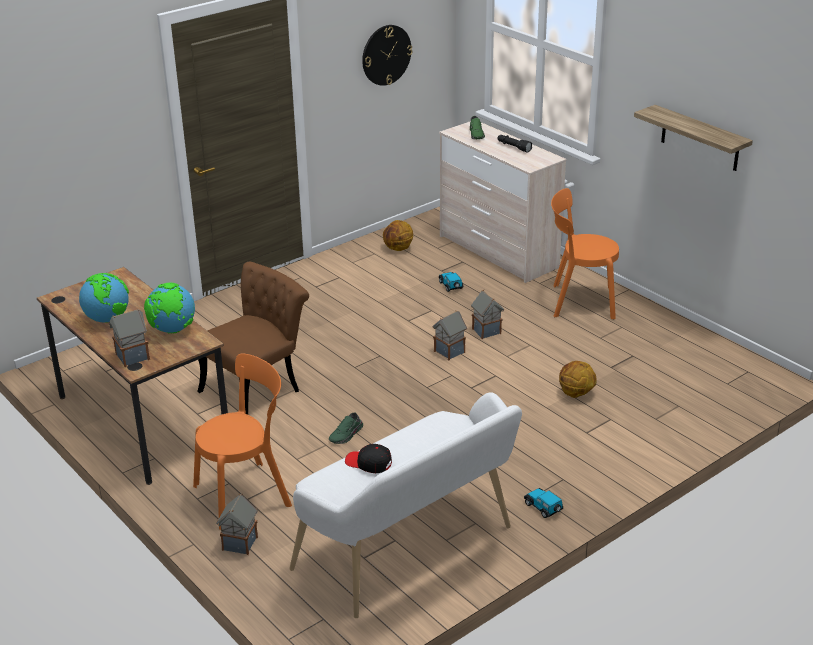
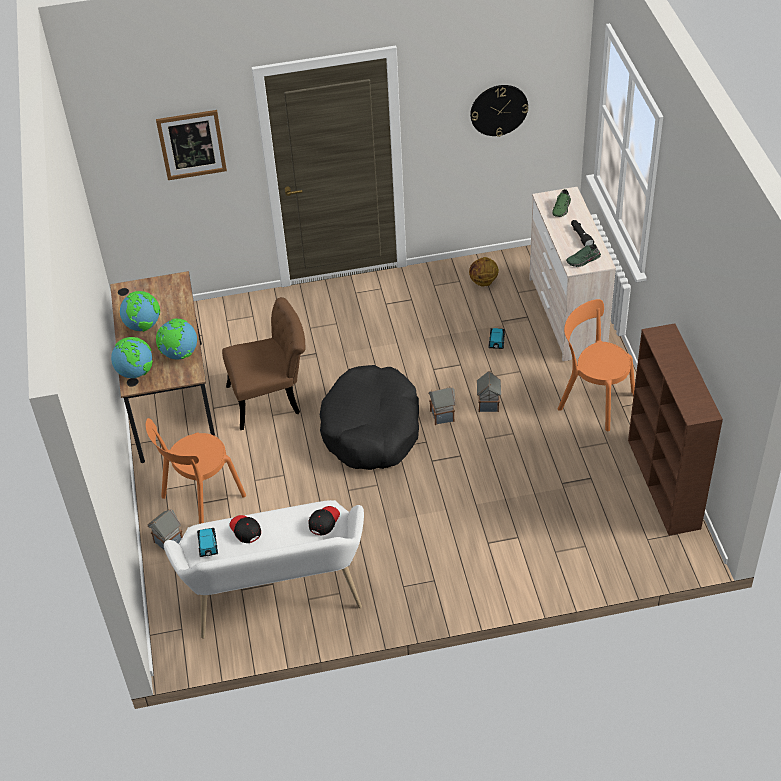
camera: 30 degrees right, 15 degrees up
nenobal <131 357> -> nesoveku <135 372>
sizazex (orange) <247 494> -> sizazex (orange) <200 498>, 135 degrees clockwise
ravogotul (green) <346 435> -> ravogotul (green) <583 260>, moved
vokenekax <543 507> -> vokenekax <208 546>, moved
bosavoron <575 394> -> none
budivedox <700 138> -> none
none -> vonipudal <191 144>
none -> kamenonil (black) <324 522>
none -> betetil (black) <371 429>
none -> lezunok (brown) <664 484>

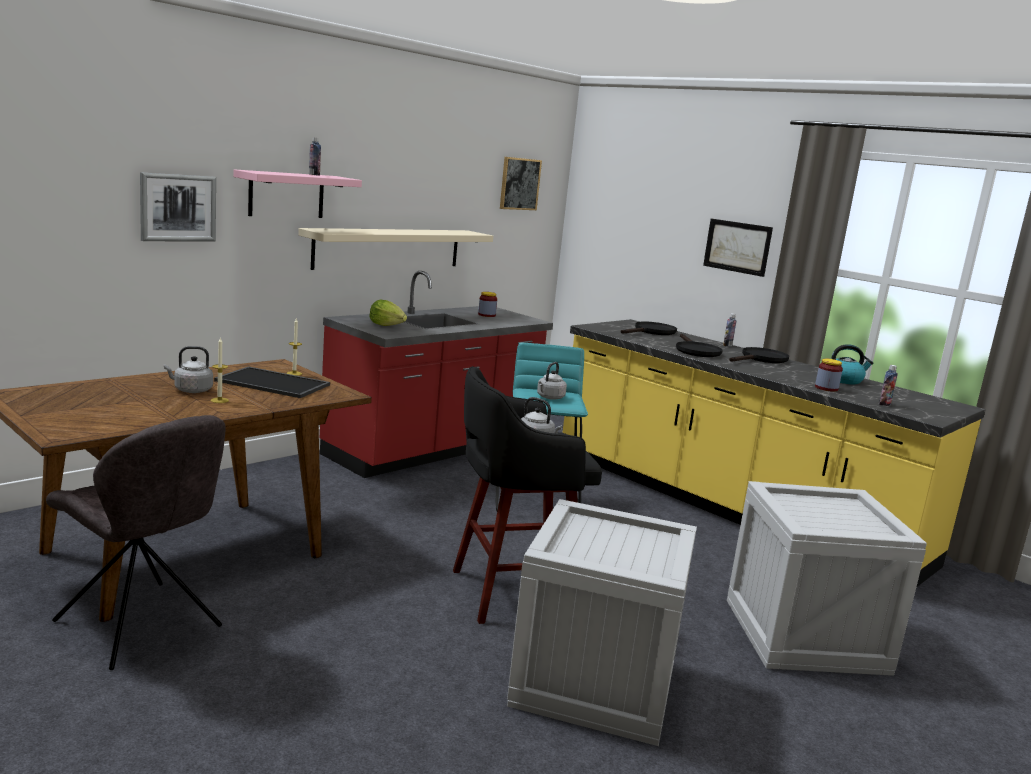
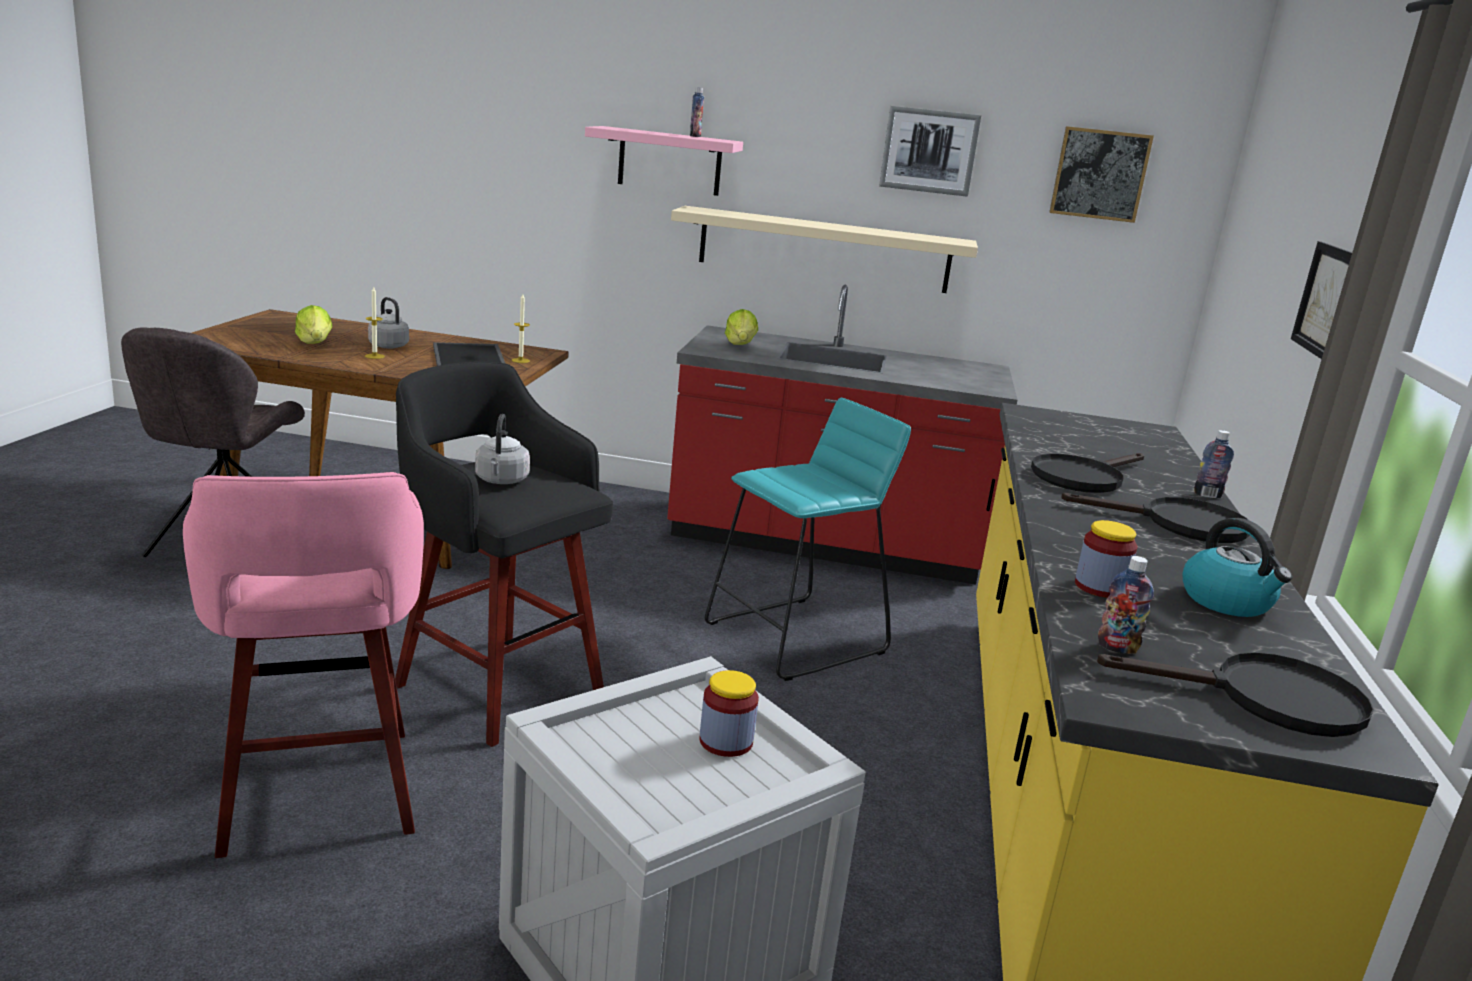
camera: 55 degrees right, 5 degrees up
vonipudal <178 207> -> vonipudal <929 151>, moved
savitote <486 315> -> savitote <726 741>, moved
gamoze <595 685> -> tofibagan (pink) <317 795>
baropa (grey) <549 397> -> none
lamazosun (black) <651 332> -> lamazosun (black) <1266 700>, moved
none -> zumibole <315 344>

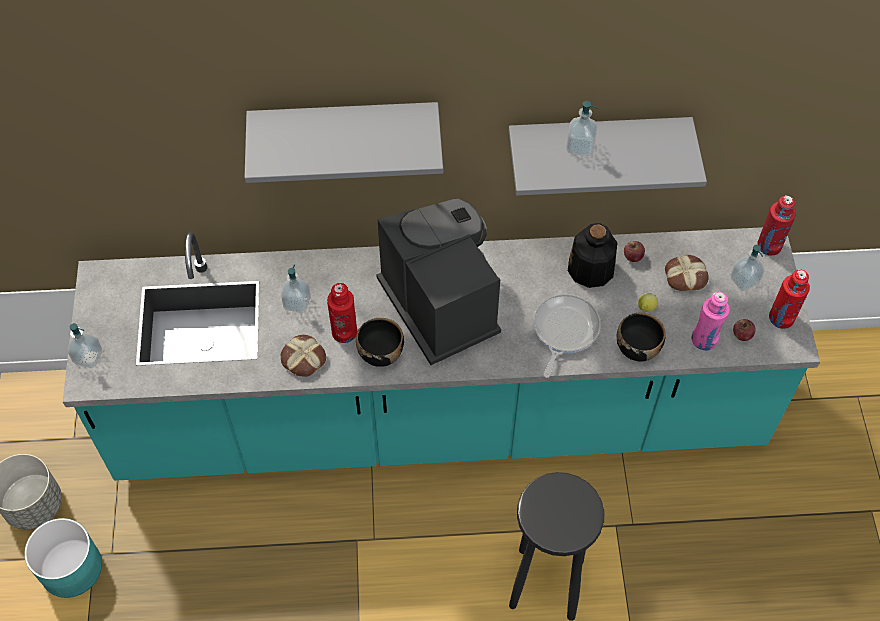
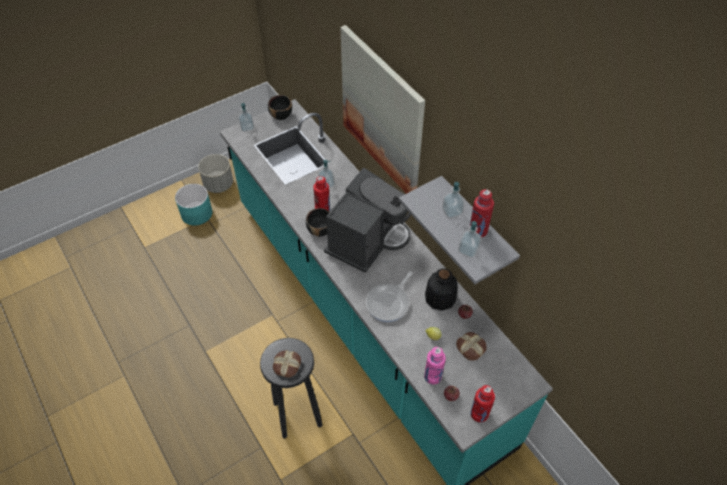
camera: 60 degrees right, 5 degrees down
budivedox (grey) <344 129> -> vonipudal <382 113>
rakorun <303 359> -> rakorun <286 365>, moved
lamazosun <563 330> -> lamazosun <389 303>, 135 degrees clockwise
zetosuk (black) <637 347> -> zetosuk (black) <281 115>, moved
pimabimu <744 280> -> pimabimu <468 250>, moved
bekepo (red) <769 246> -> bekepo (red) <478 230>, moved

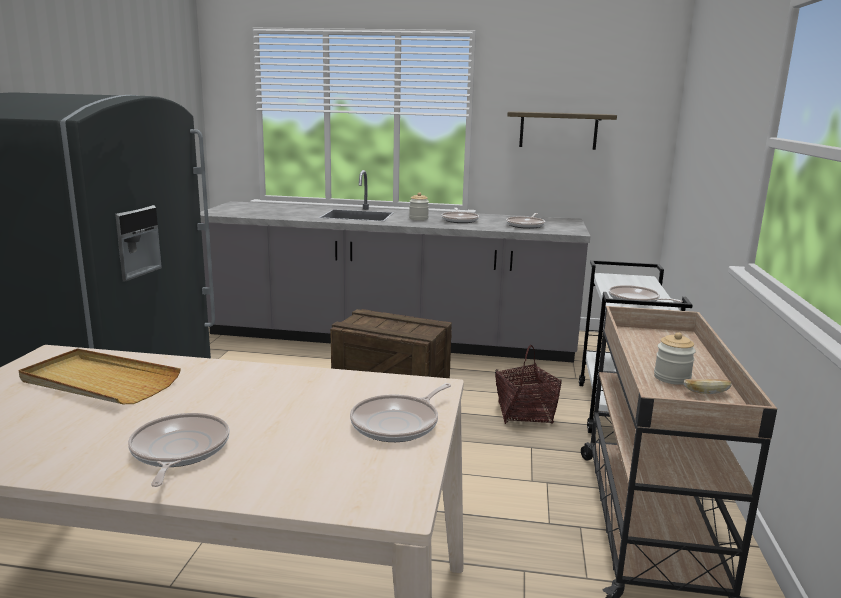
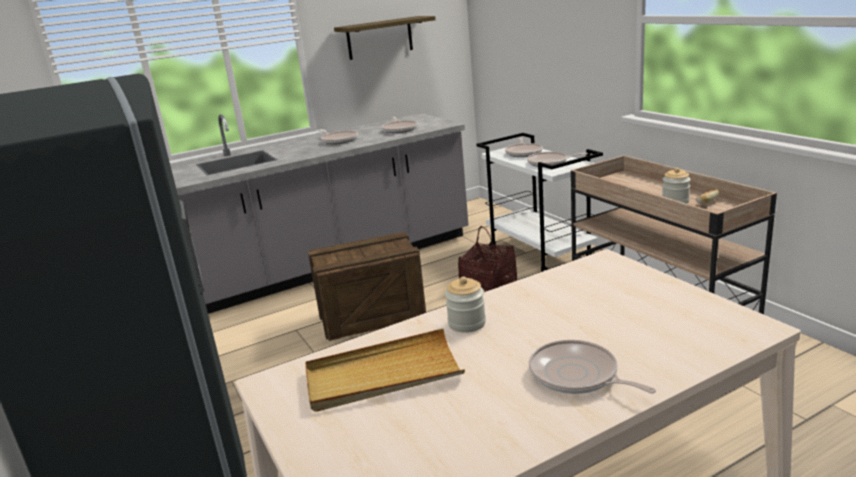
camera: 35 degrees left, 5 degrees up
lamazosun <398 423> -> lamazosun <524 152>, moved
savitote <418 218> -> savitote <467 323>, moved

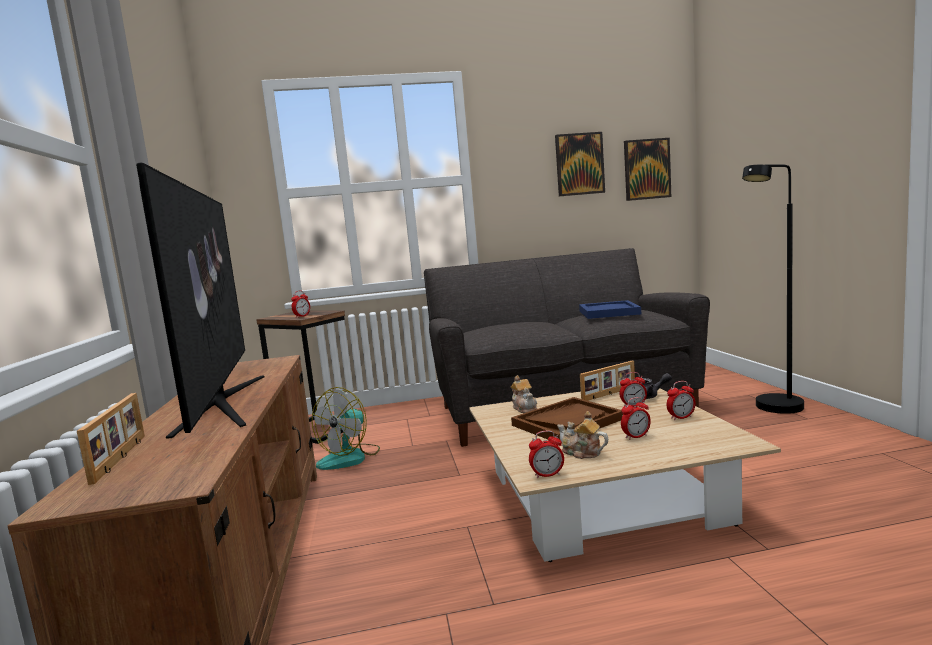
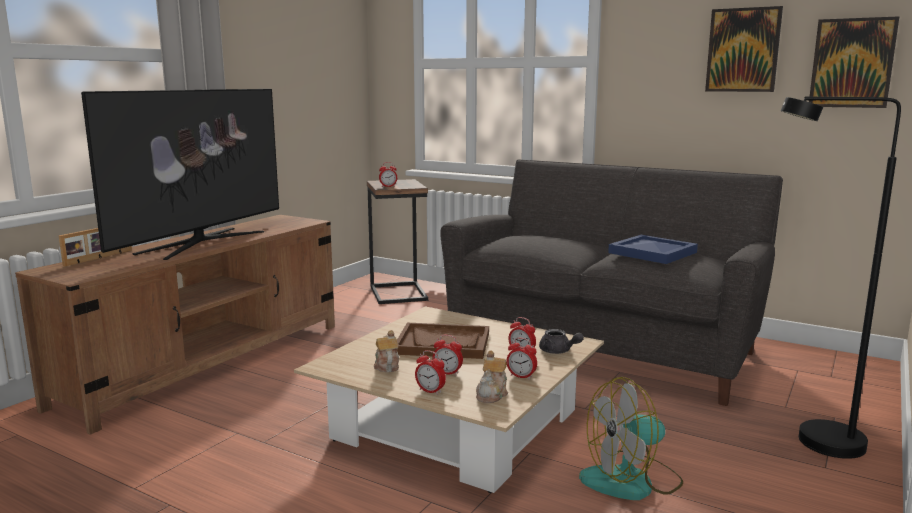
camera: 40 degrees right, 5 degrees up
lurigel <350 457> -> lurigel <631 481>, moved
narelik <525 408> -> narelik <492 394>, moved
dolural <547 475> -> dolural <430 391>, moved
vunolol <609 394> -> none

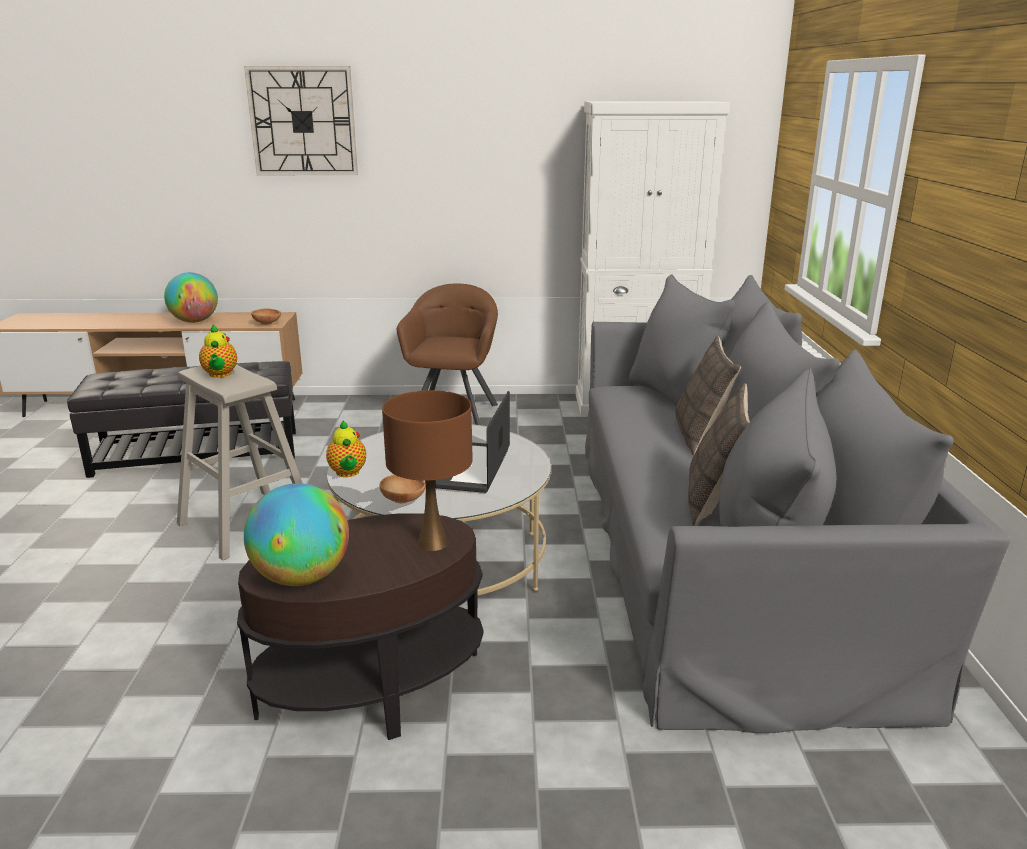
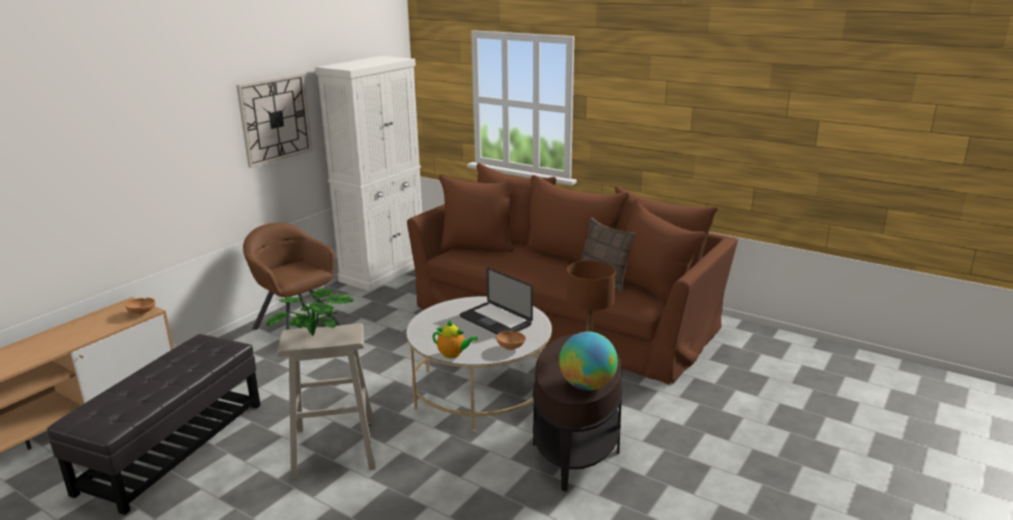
camera: 55 degrees left, 0 degrees up
nesoveku <194 321> -> none
narelik <220 375> -> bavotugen <314 337>
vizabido <303 121> -> vizabido <275 119>, moved
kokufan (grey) <718 551> -> kokufan (brown) <564 316>
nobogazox <700 436> -> none

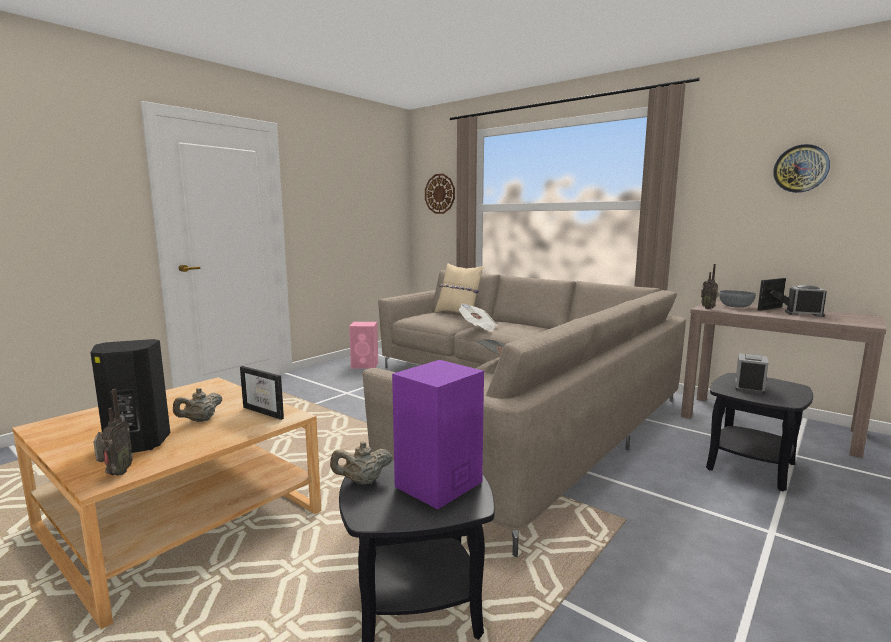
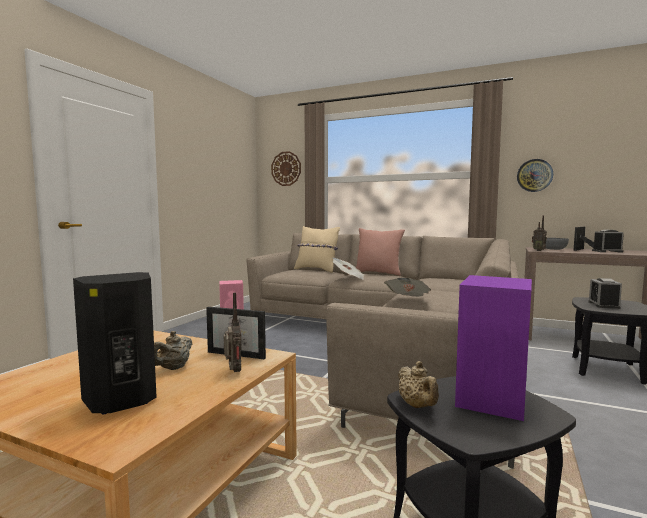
camera: 15 degrees left, 5 degrees down
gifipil <116 474> -> gifipil <233 372>, moved
narelik (beige) <362 481> -> narelik (beige) <417 406>, 75 degrees counterclockwise
vizabido <801 168> -> vizabido <534 175>, moved
none -> nobogazox (pink) <378 273>

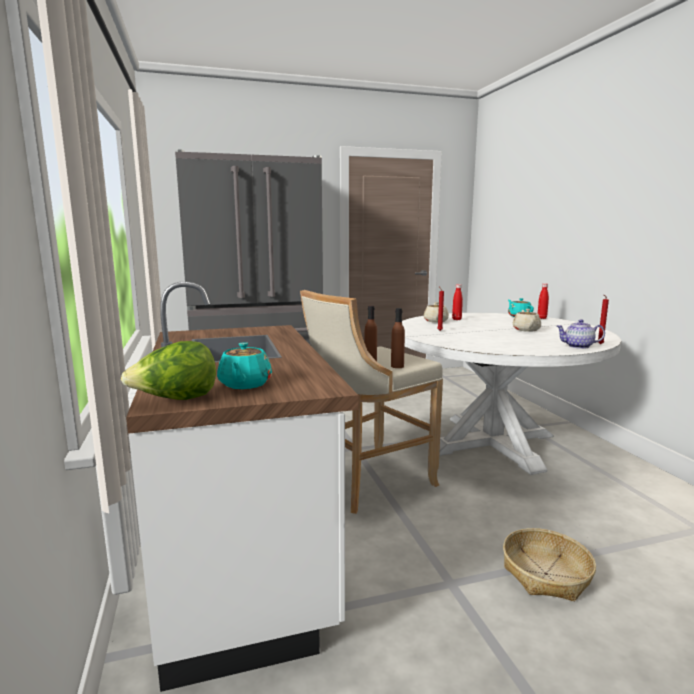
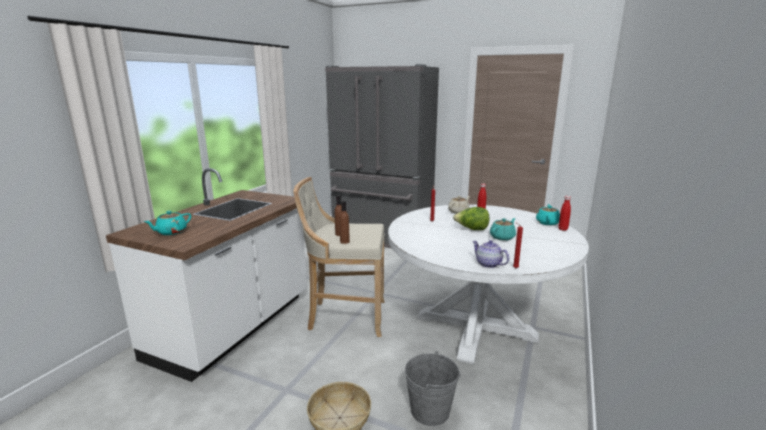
camera: 40 degrees right, 5 degrees up
zumibole <176 400> -> zumibole <471 229>, moved
narelik (beige) <526 329> -> narelik (turquoise) <502 237>
none -> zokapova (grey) <430 410>

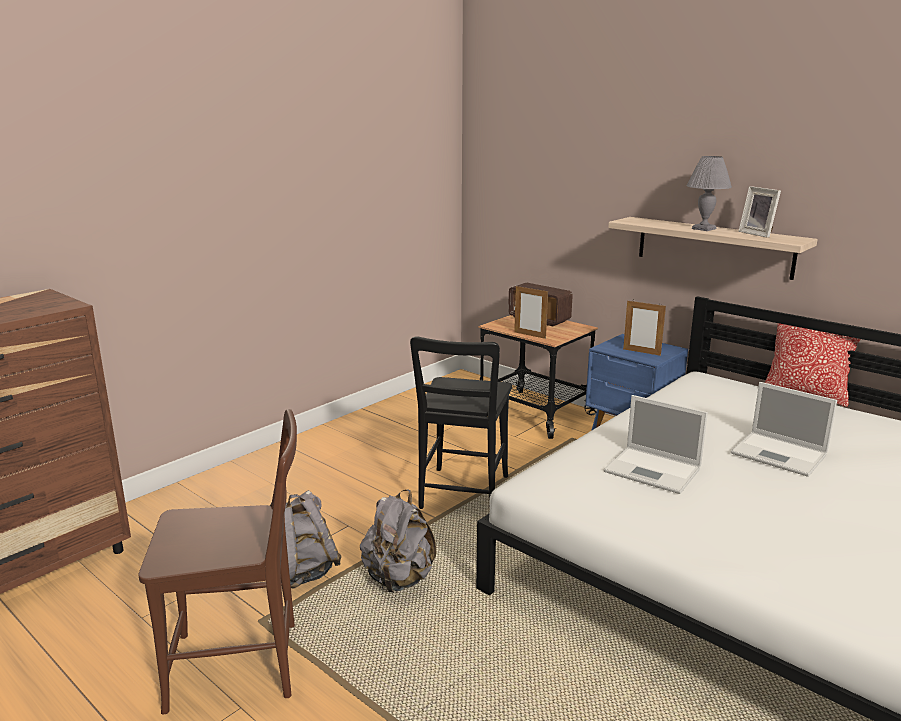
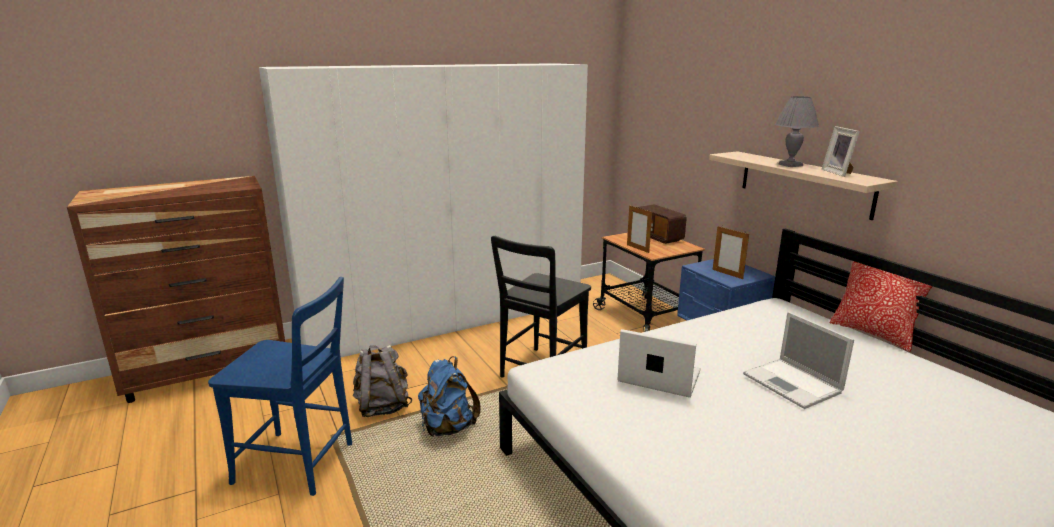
camera: 20 degrees right, 0 degrees up
sizazex (brown) <242 665> -> sizazex (blue) <300 464>
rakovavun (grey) <399 579> -> rakovavun (blue) <447 428>
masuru <654 470> -> masuru <657 377>, 150 degrees clockwise
none -> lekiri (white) <448 319>

